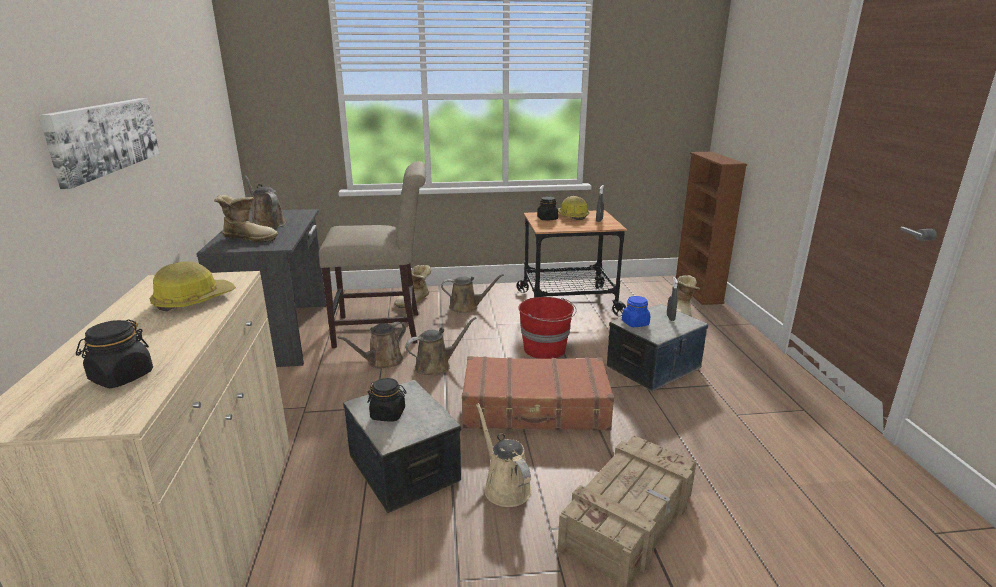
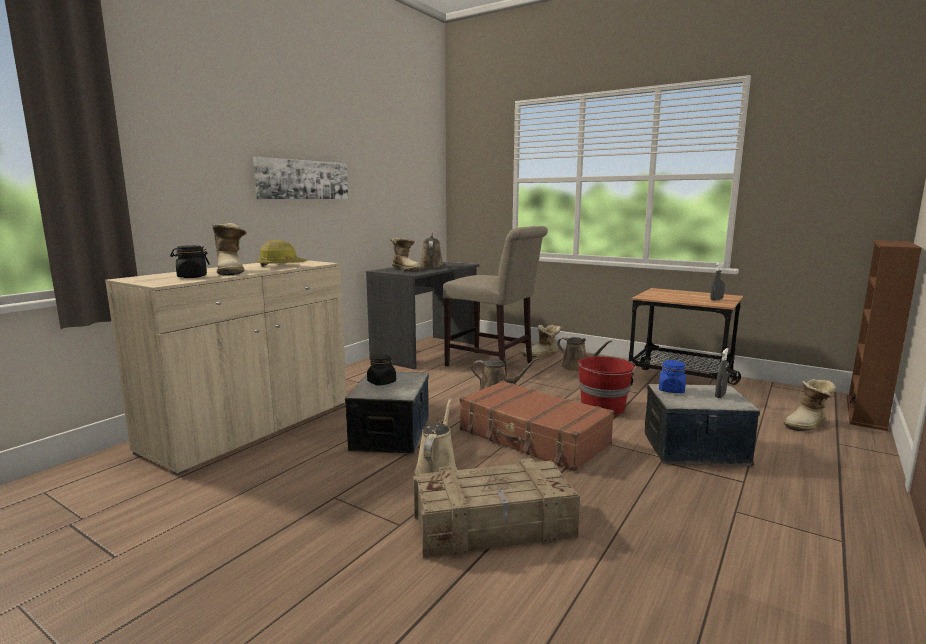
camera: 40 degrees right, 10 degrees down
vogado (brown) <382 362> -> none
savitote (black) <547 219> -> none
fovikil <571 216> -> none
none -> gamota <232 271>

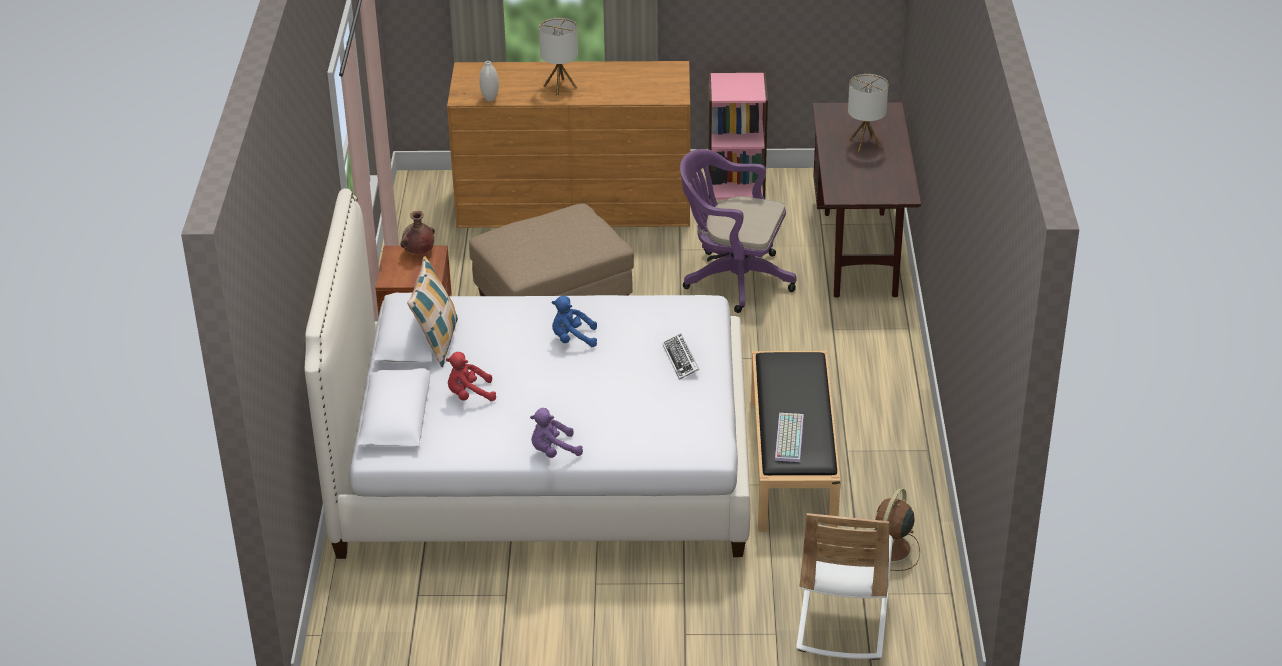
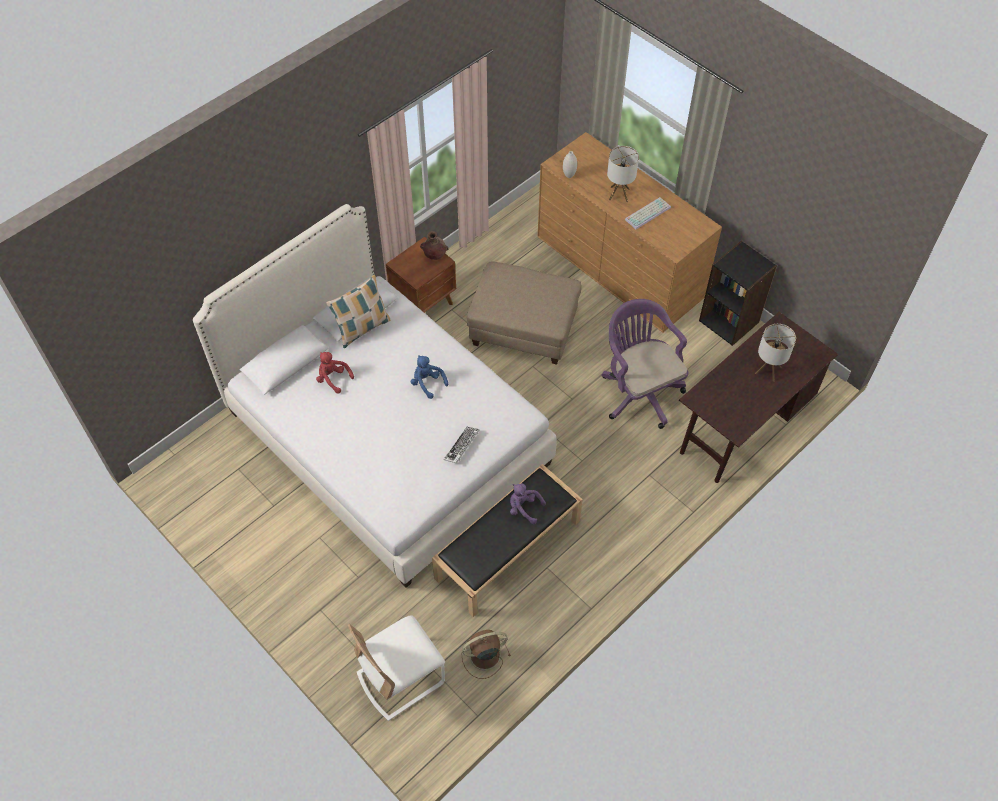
camera: 45 degrees right, 20 degrees up
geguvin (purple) <553 451> -> geguvin (purple) <524 508>, moved
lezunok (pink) <736 184> -> lezunok (black) <729 321>
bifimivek <788 437> -> bifimivek <647 212>, moved

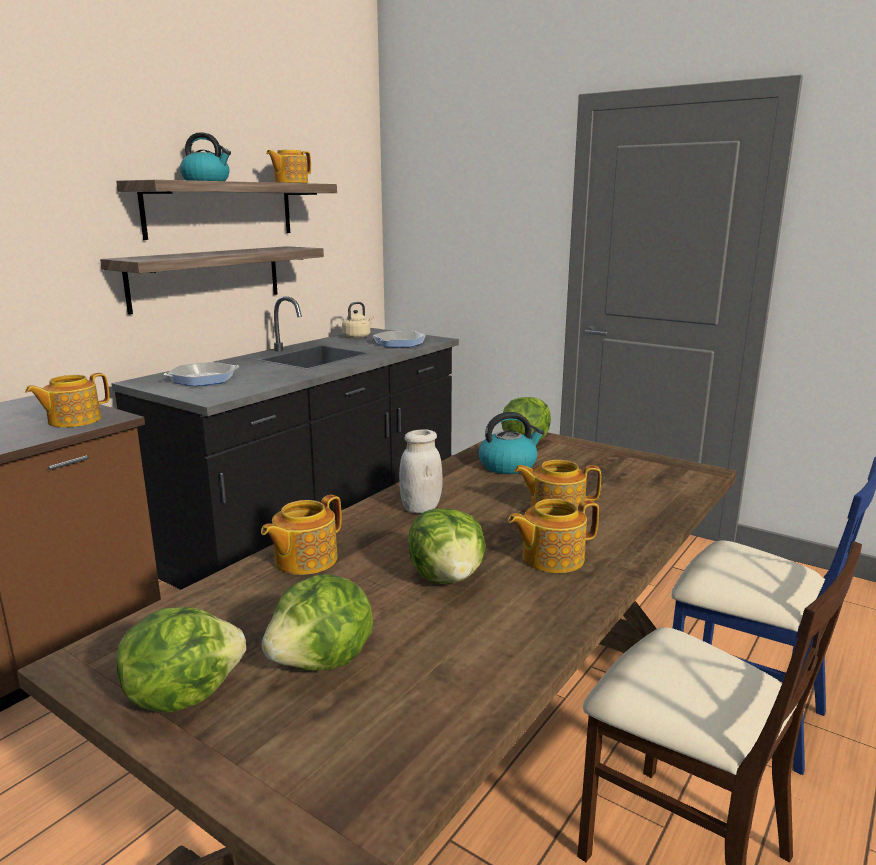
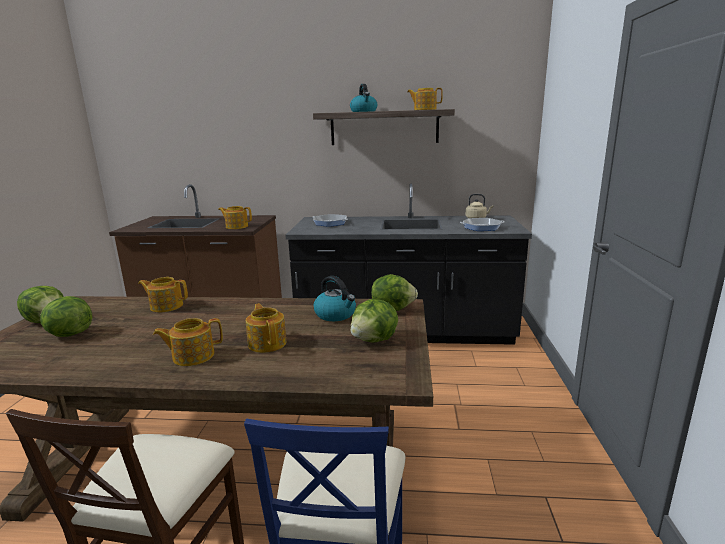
camera: 60 degrees right, 0 degrees up
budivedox <206 277> -> none
savitote (white) <420 508> -> none
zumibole <447 578> -> zumibole <374 340>, moved
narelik <551 558> -> narelik <192 356>, 60 degrees counterclockwise

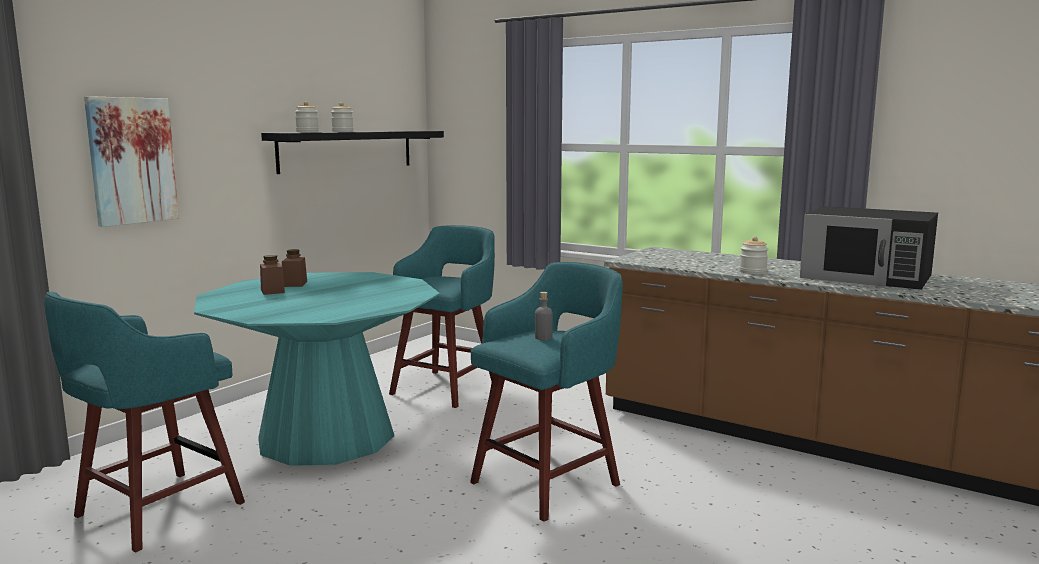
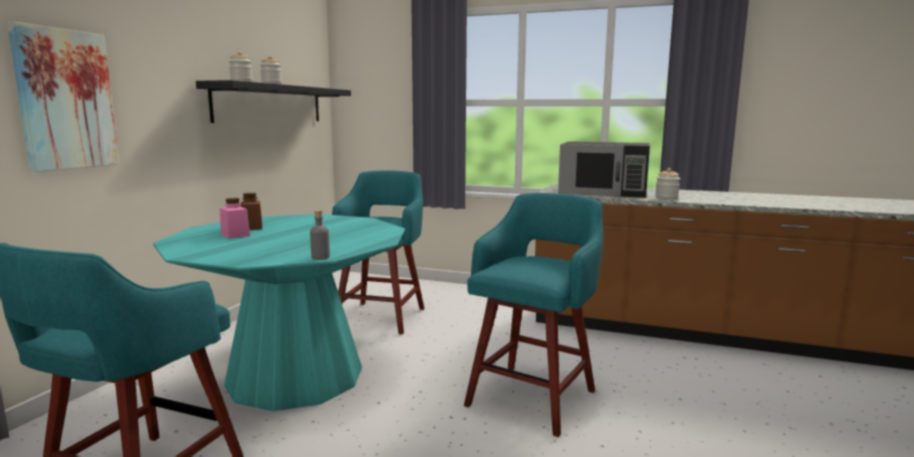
camera: 15 degrees left, 0 degrees up
savitote (brown) <272 291> -> savitote (pink) <235 235>
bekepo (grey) <543 337> -> bekepo (grey) <320 257>, moved
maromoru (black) <867 276> -> maromoru (black) <604 191>, moved

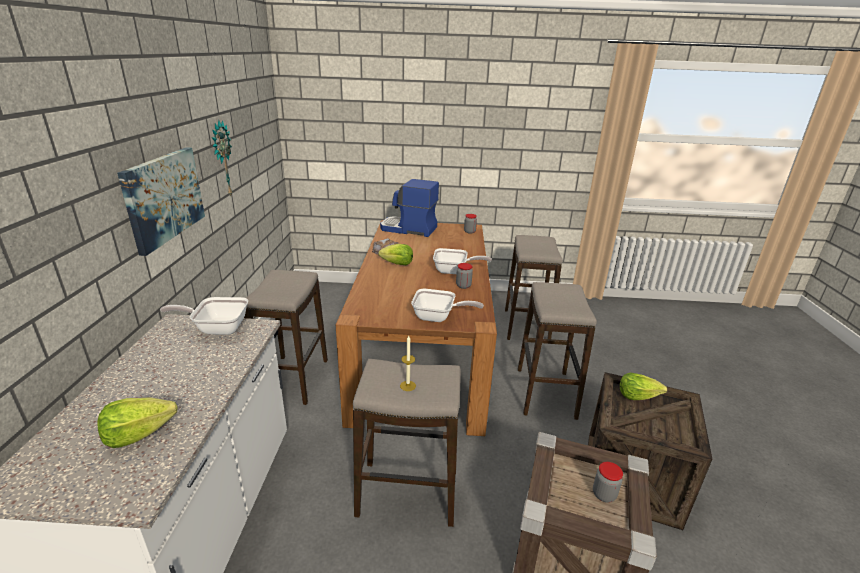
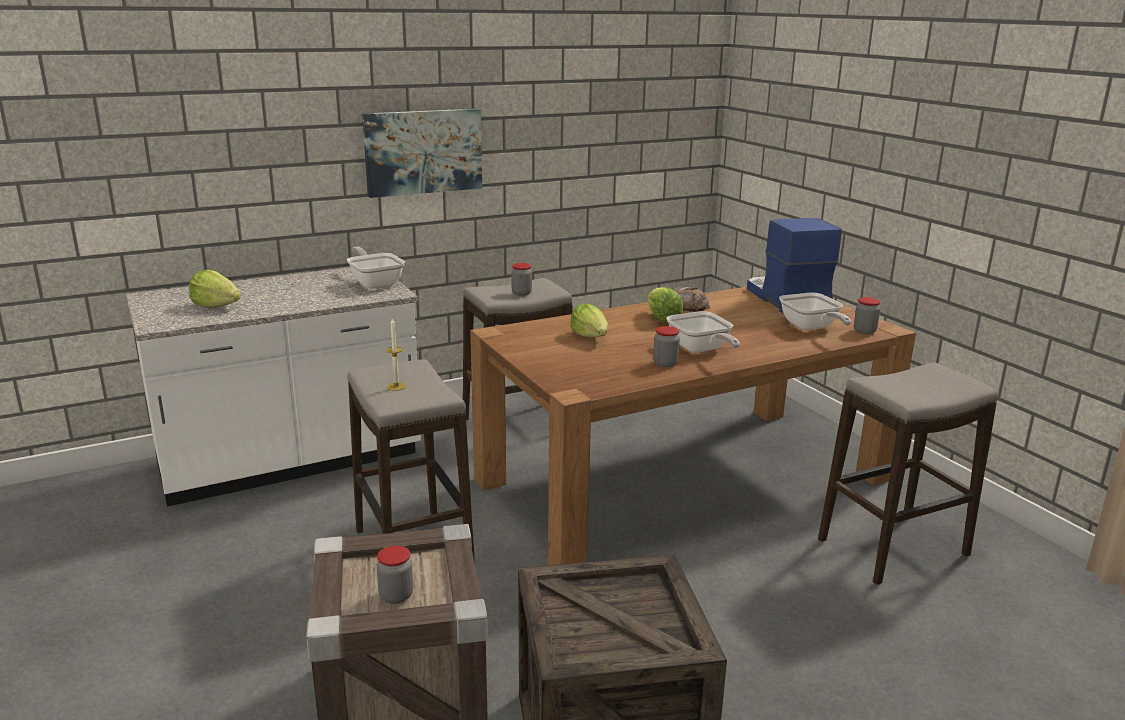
camera: 60 degrees right, 5 degrees down
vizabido <221 159> -> none
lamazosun <438 317> -> lamazosun <811 328>, moved
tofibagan <545 393> -> none
zumibole <637 395> -> zumibole <591 336>, moved
none -> savitote <521 293>

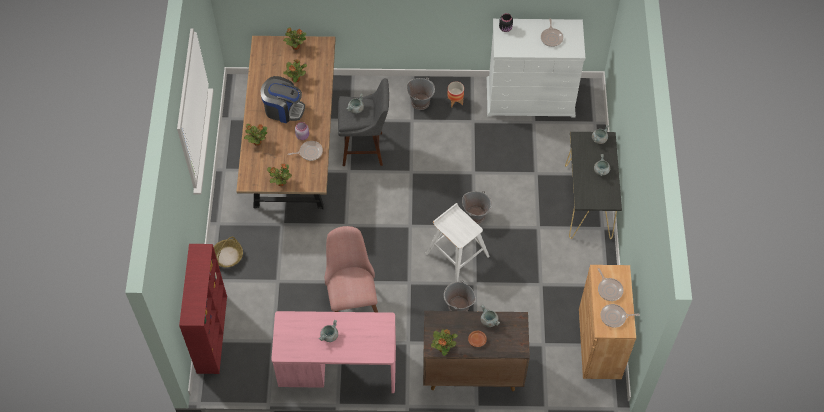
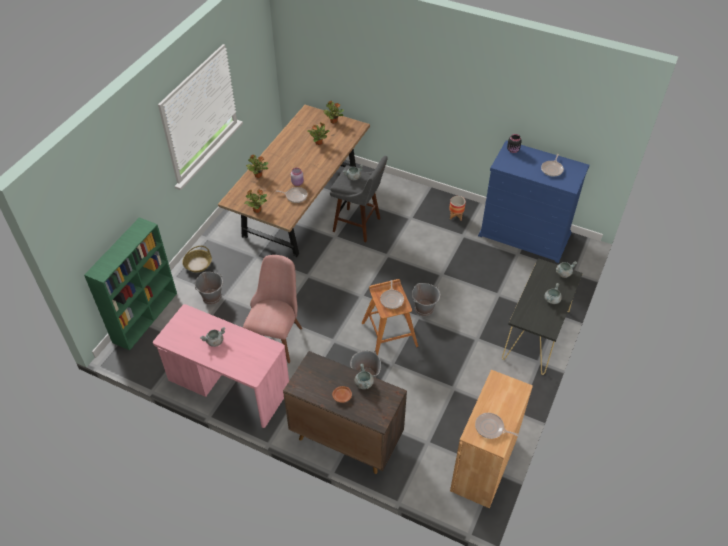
camera: 25 degrees right, 10 degrees down
lezunok (red) <212 333> -> lezunok (green) <145 316>
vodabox <283 109> -> none
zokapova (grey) <420 102> -> zokapova (grey) <212 297>, moved
tofibagan (white) <456 254> -> tofibagan (brown) <389 333>
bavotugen <443 348> -> none
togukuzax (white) <531 97> -> togukuzax (blue) <525 234>
lamazosun <609 289> -> lamazosun <392 299>, moved

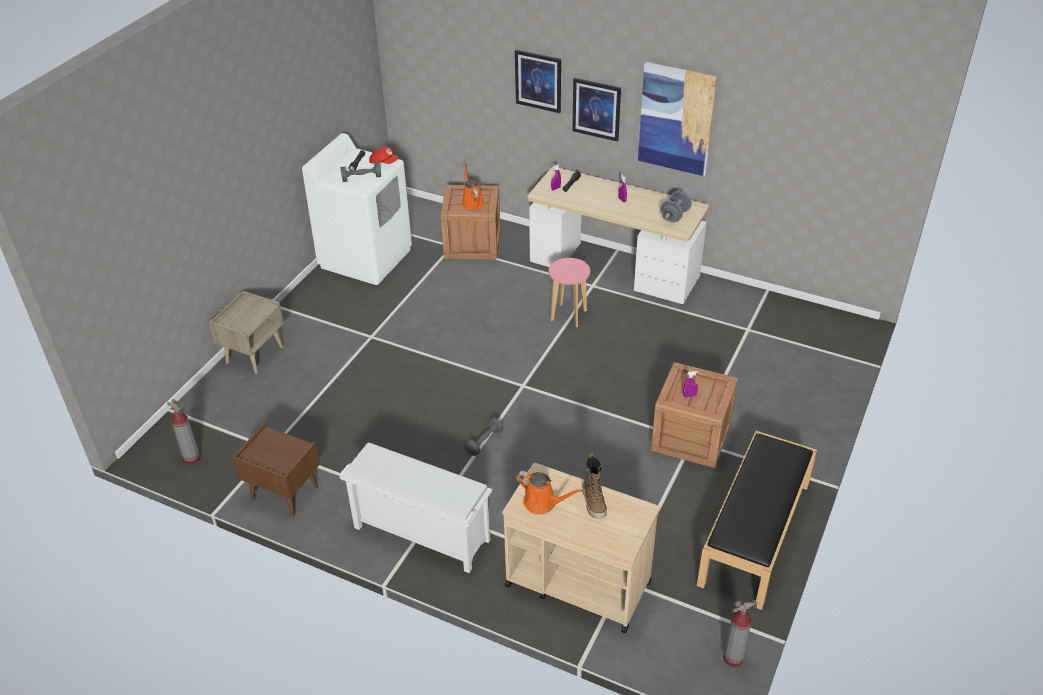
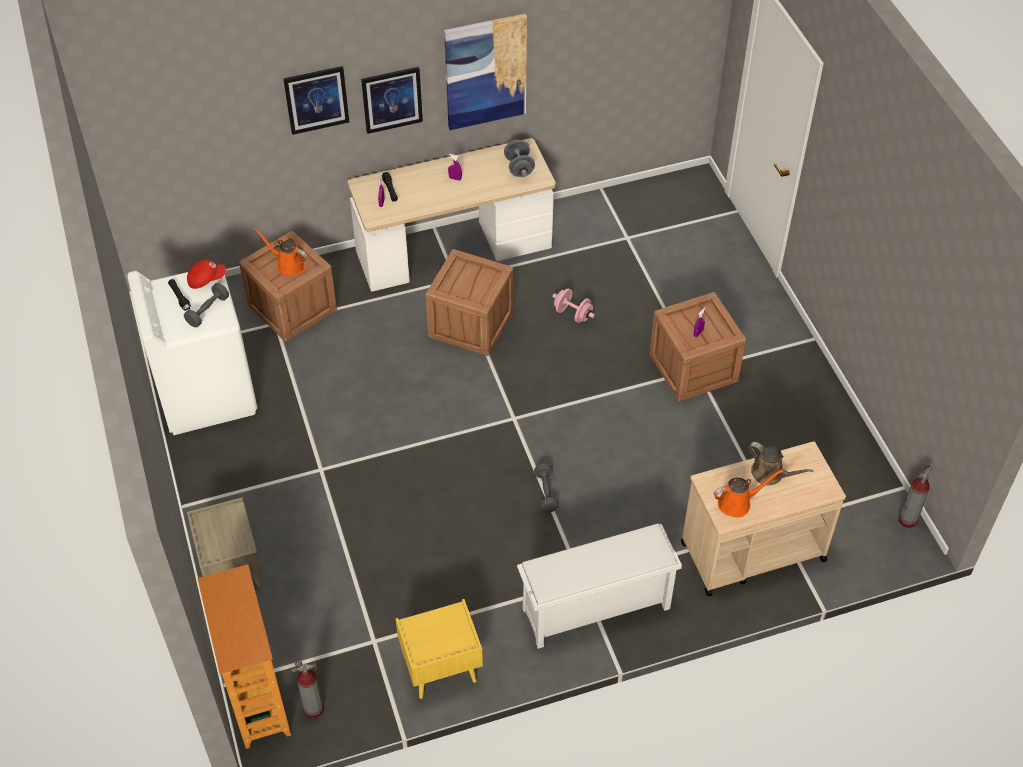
camera: 45 degrees left, 10 degrees up
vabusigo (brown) <283 493> -> vabusigo (yellow) <440 670>
tofibagan (pink) <568 315> -> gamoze <471 324>
gamota <594 502> -> vogado (brown) <770 474>
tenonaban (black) <755 534> -> none
none -> lezunok <257 702>
none -> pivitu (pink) <573 314>

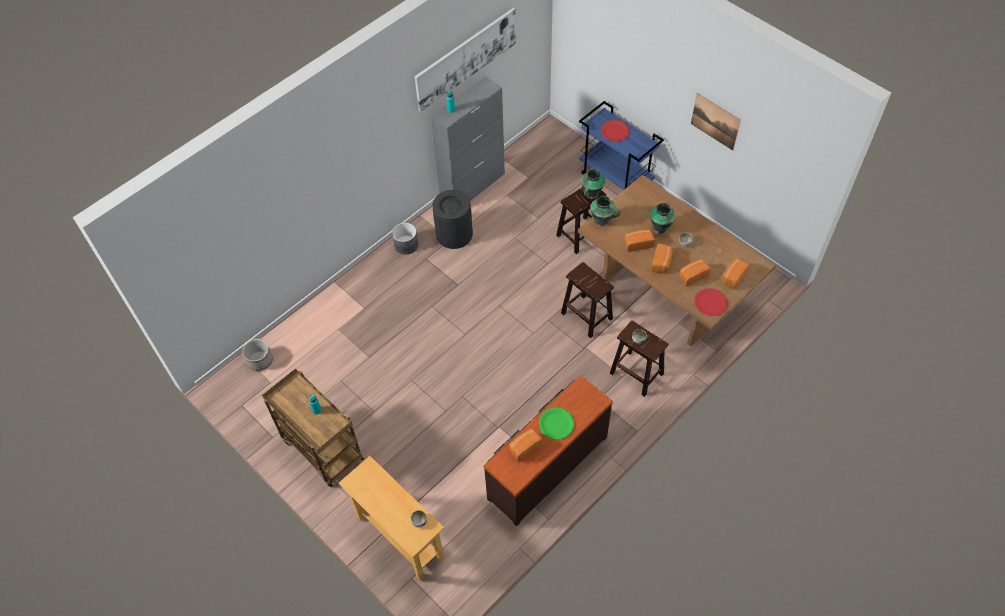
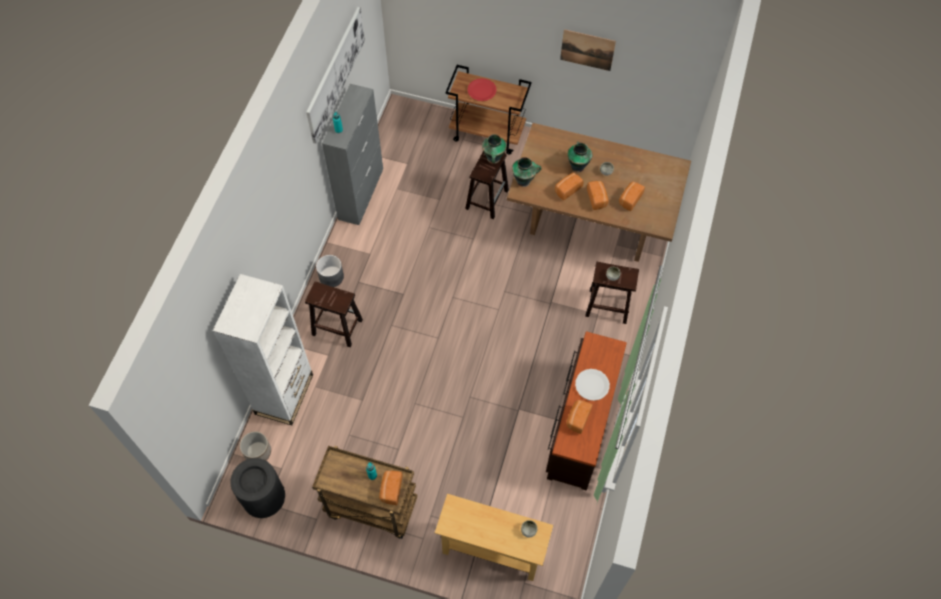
camera: 30 degrees left, 5 degrees up
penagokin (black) <454 234> -> penagokin (black) <263 496>, moved
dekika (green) <556 424> -> dekika (white) <592 385>
tofibagan (brown) <586 315> -> tofibagan (brown) <336 327>, moved
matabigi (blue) <616 179> -> matabigi (brown) <488 133>
dekika (red) <710 303> -> none
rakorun <732 277> -> rakorun <390 489>, moved
none -> lezunok (white) <284 394>

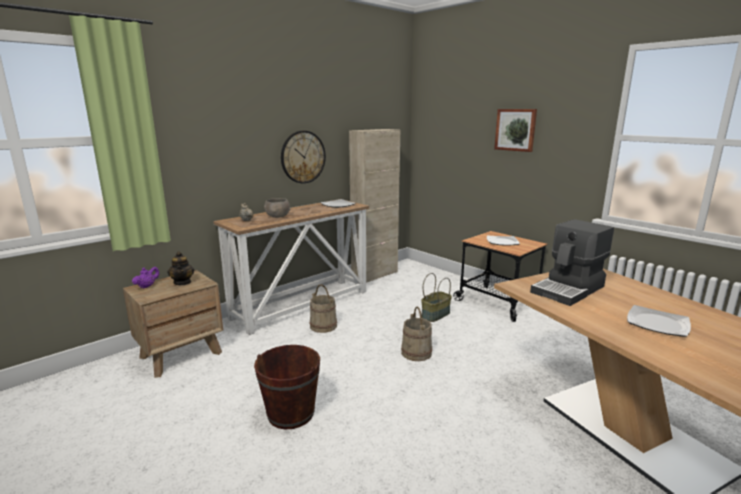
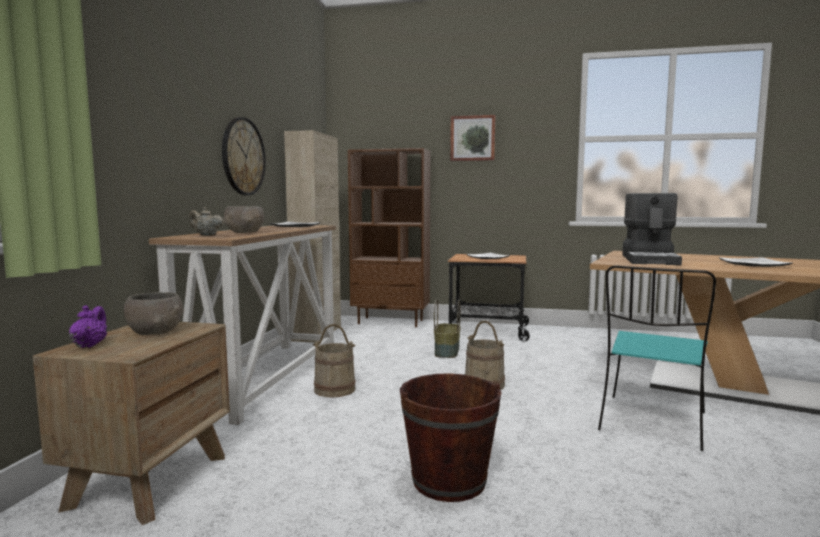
camera: 35 degrees left, 10 degrees down
narelik <182 282> -> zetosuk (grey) <156 332>
none -> lezunok (brown) <391 322>
none -> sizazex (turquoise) <652 423>

